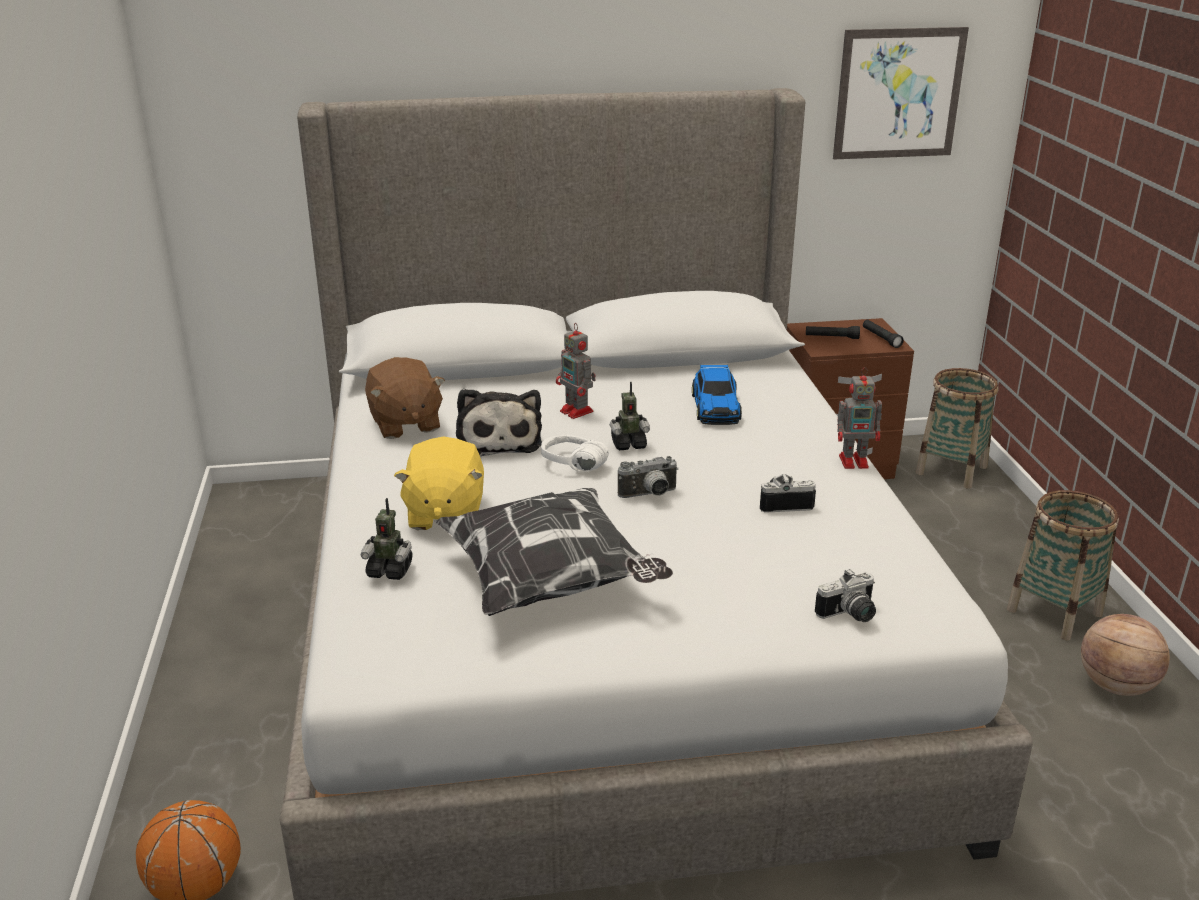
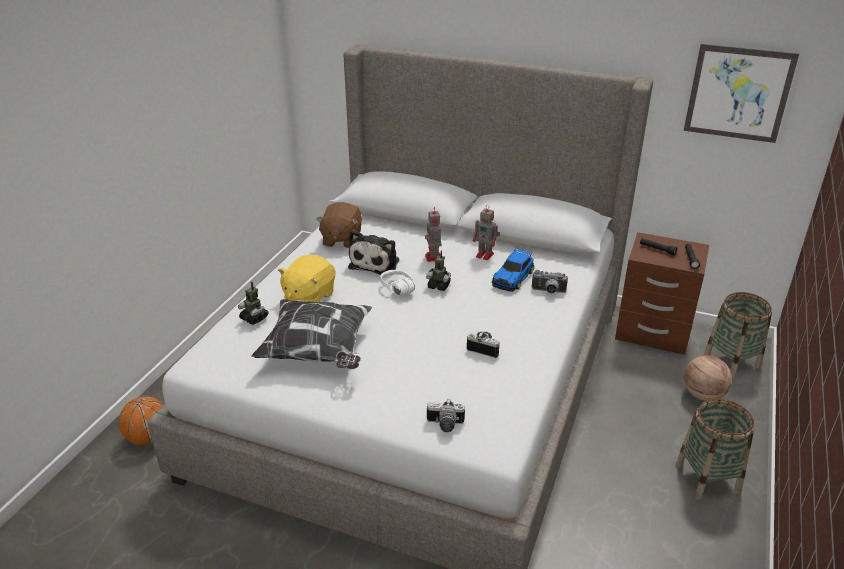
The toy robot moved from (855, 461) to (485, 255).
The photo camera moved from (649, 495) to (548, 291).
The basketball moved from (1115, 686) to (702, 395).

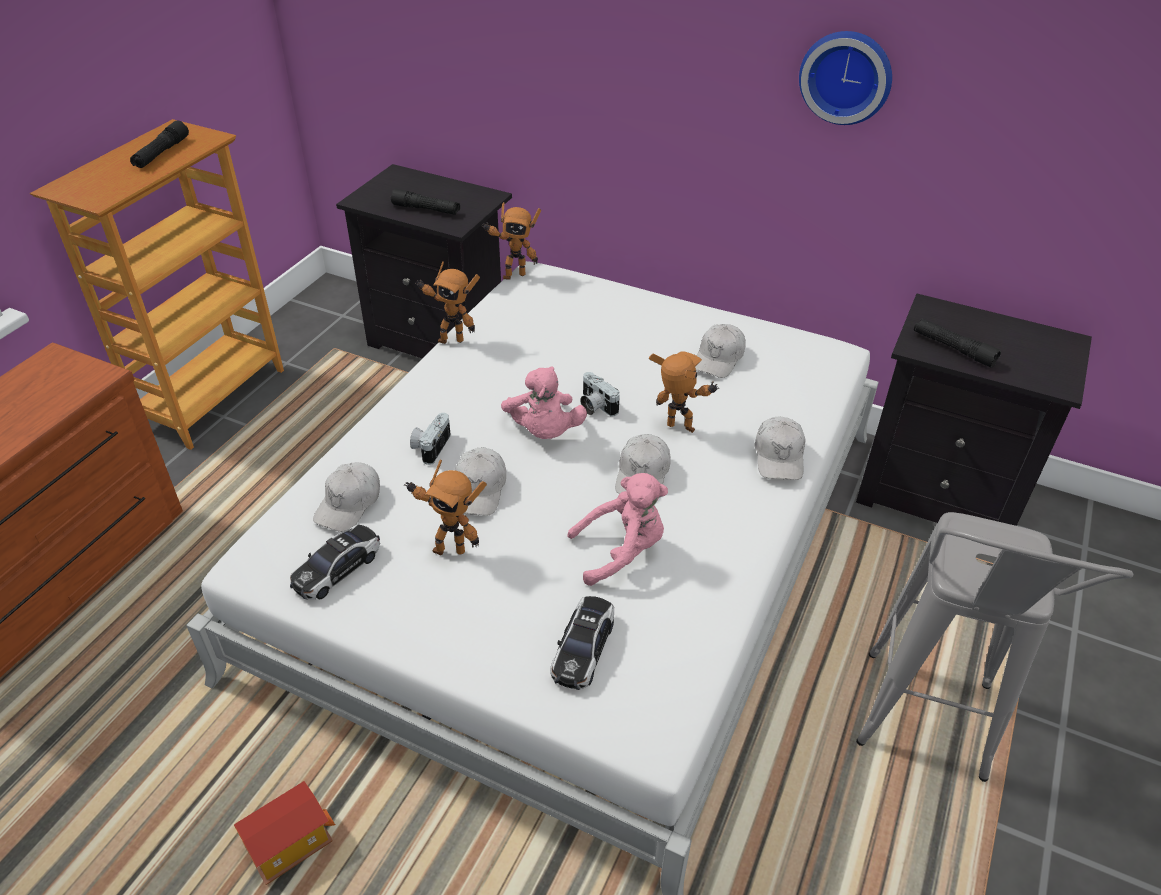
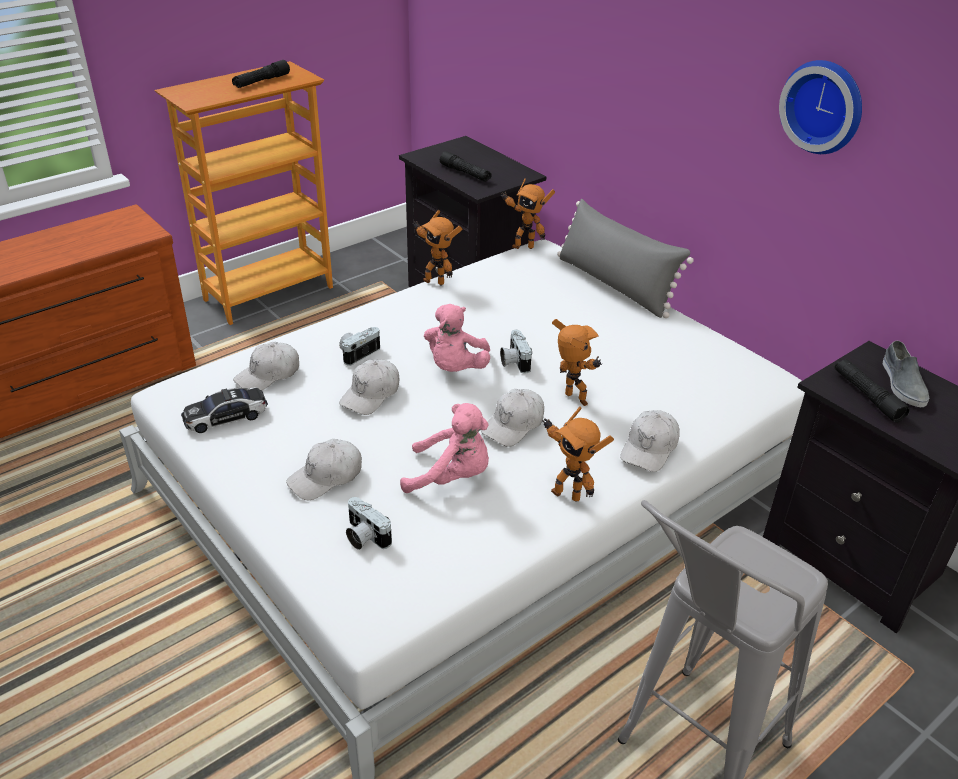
The cap in white moved from (718, 358) to (326, 477).
The toy car at (583, 649) was replaced by the photo camera at (364, 536).
The toy robot moved from (449, 548) to (567, 493).
The pillow in grey at (614, 285) appeared.
The shoe in grey at (902, 383) appeared.
The toy house at (289, 843) disappeared.

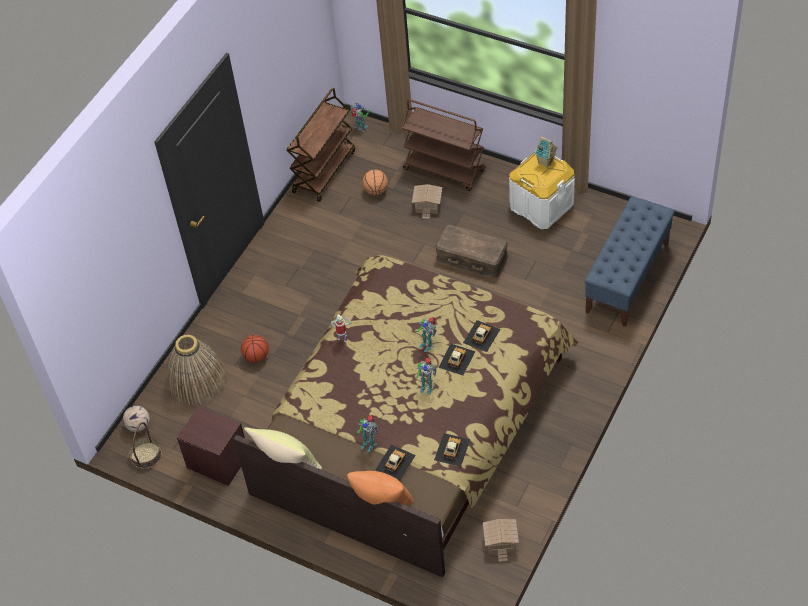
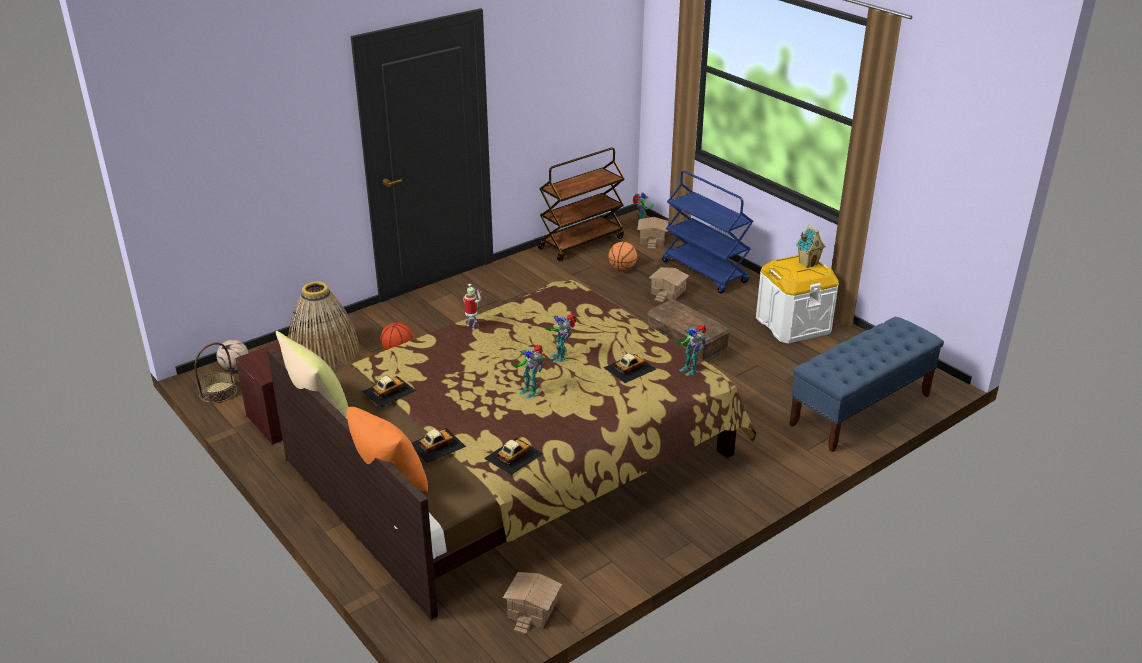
The toy car moved from (456, 359) to (388, 391).
The toy house at (653, 239) appeared.
The cart in brown at (445, 169) became the cart in blue at (705, 272).
The toy robot moved from (368, 443) to (690, 369).

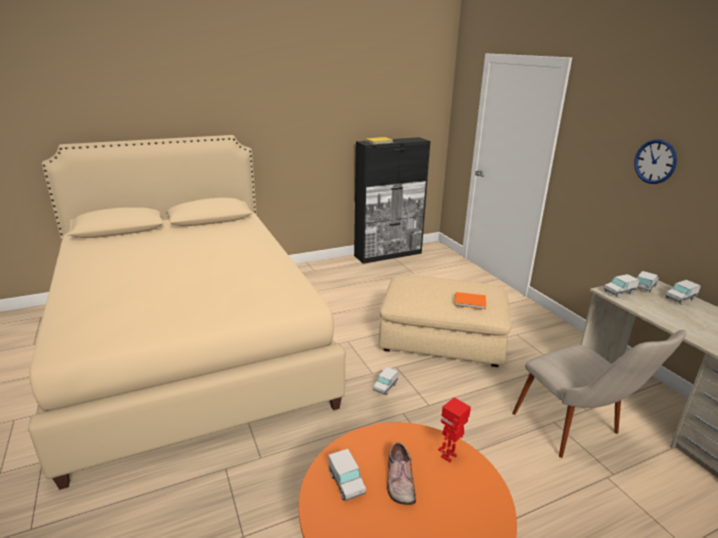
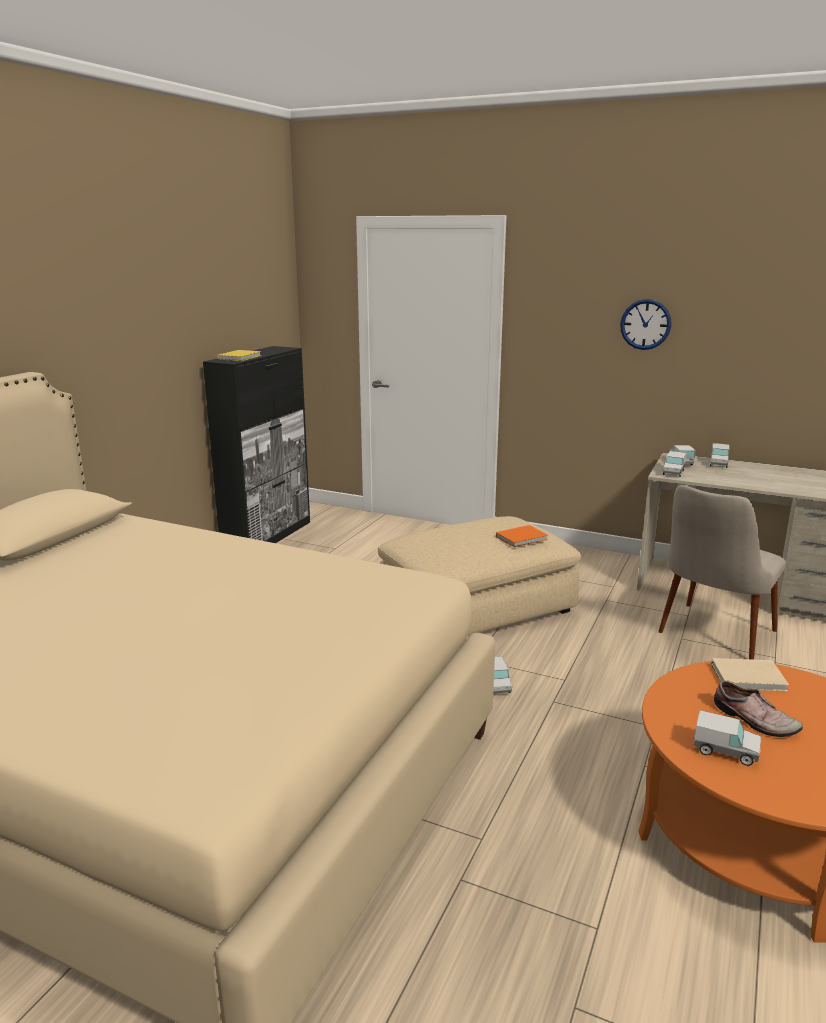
The chair in beige at (577, 434) turned 105 degrees clockwise.
The toy robot at (449, 456) was replaced by the book in beige at (750, 678).

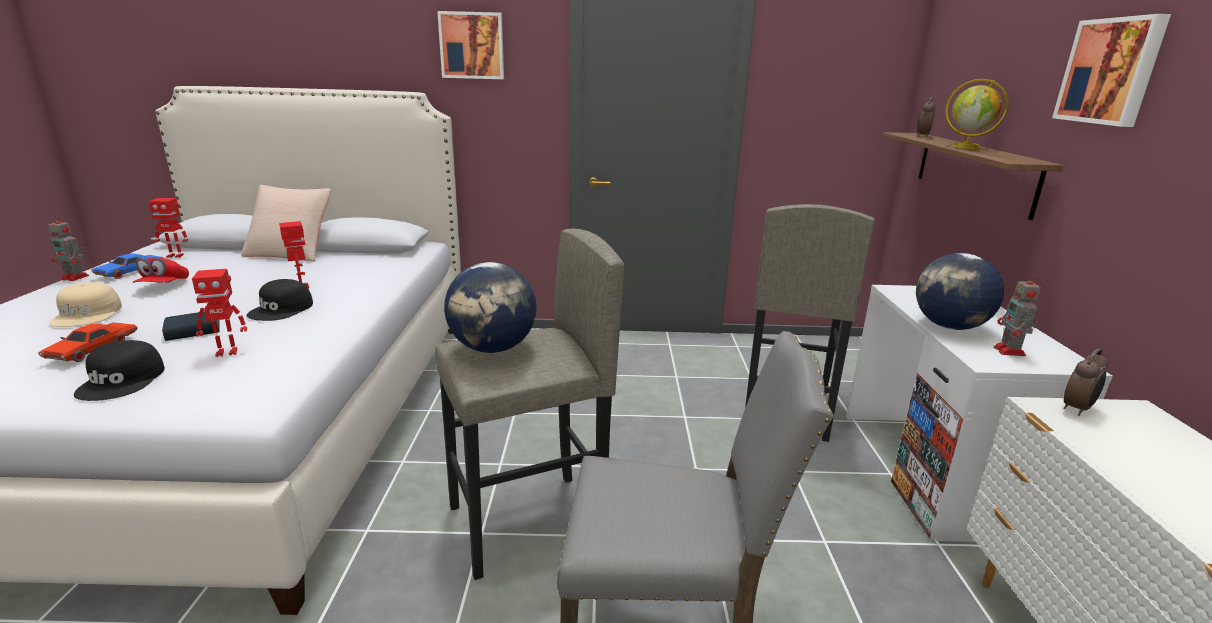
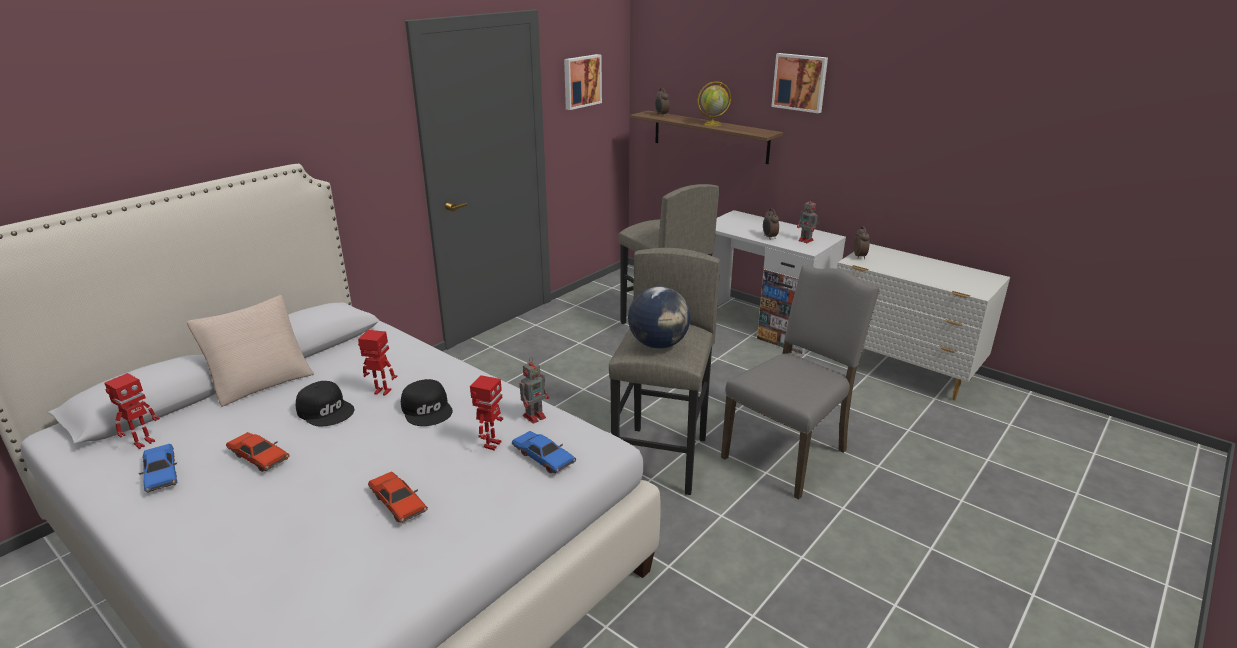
The cap in red at (163, 286) was replaced by the toy car in red at (259, 457).
The cap in black moved from (123, 380) to (326, 410).
The toy car in blue at (543, 458) appeared.
The toy robot moved from (76, 277) to (535, 416).
The picture moved from (472, 45) to (581, 81).
The globe at (949, 327) was replaced by the alarm clock at (769, 237).
The cap in beige at (88, 314) disappeared.
The book at (193, 330) disappeared.

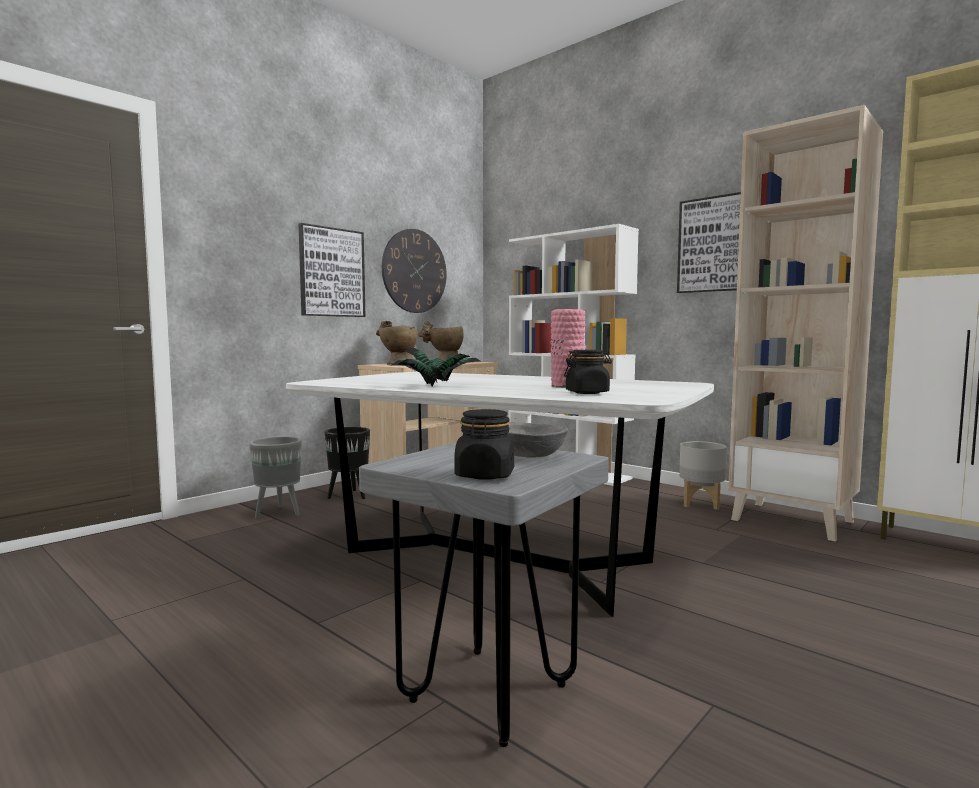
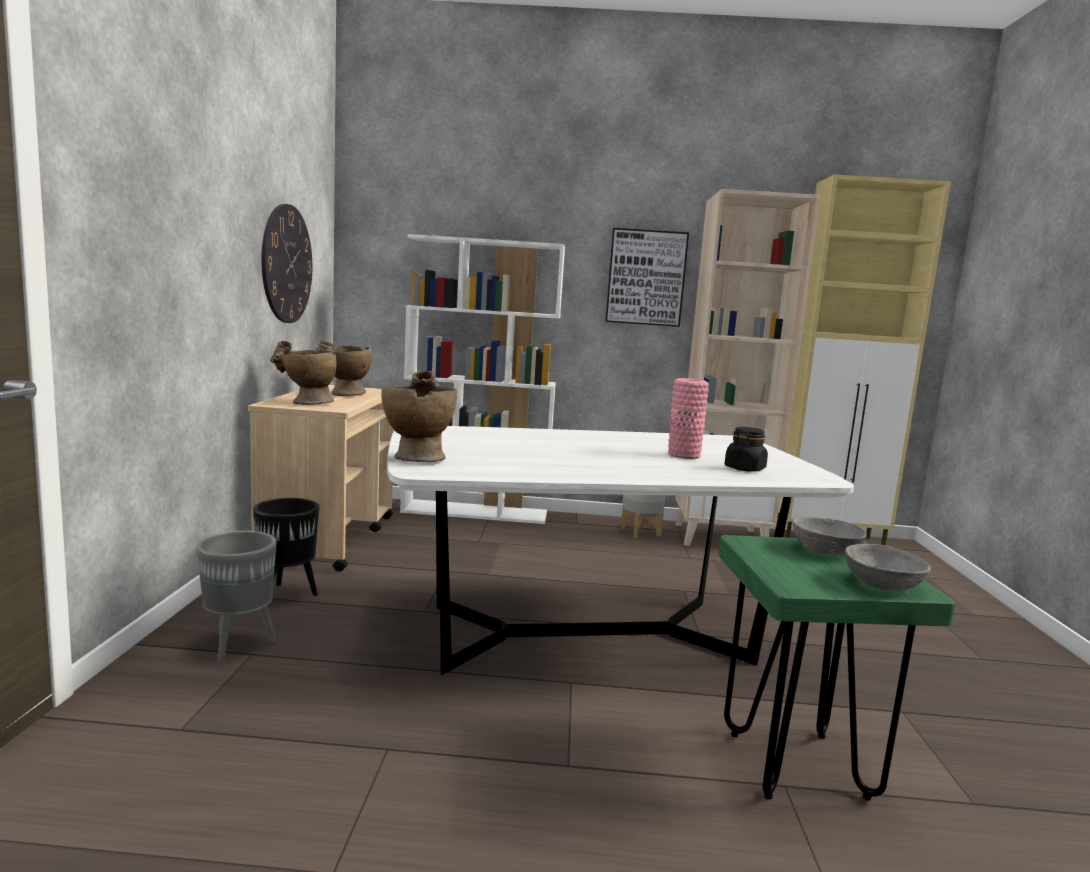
The vase in beige at (418, 457) appeared.
The stool in grey at (488, 693) became the stool in green at (796, 765).
The jar in black at (485, 475) was replaced by the bowl in grey at (881, 584).
The picture at (331, 272) disappeared.
The potted plant at (437, 386) disappeared.

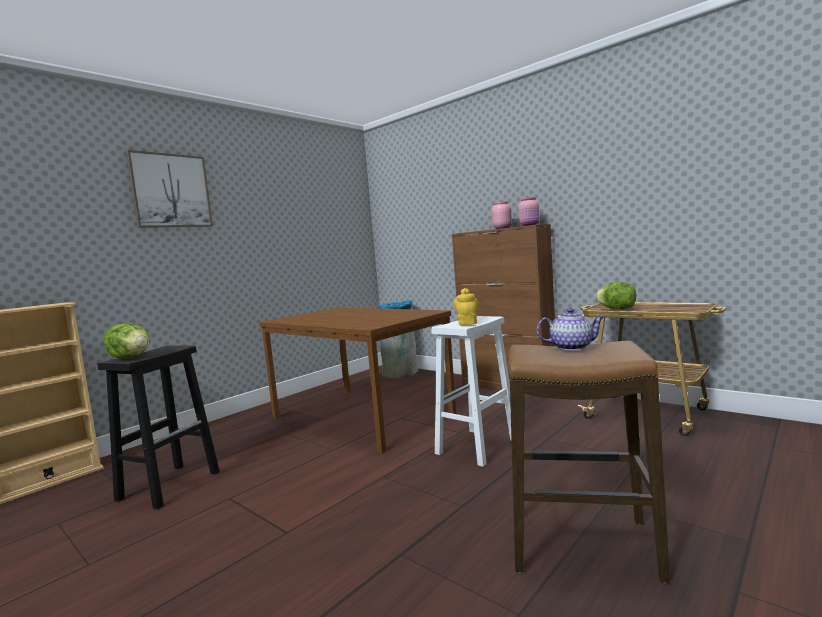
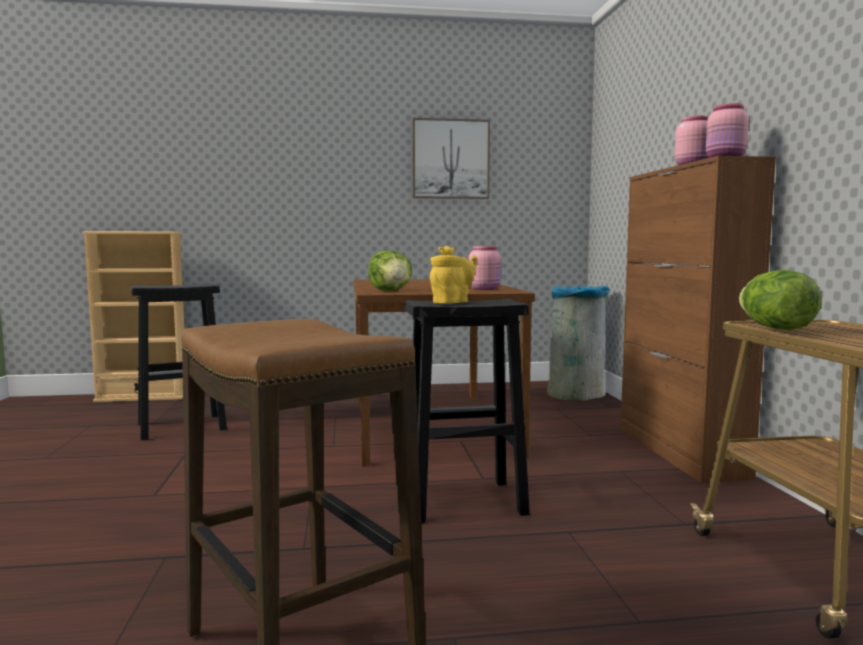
The lettuce moved from (131, 357) to (391, 291).
The stool in white at (476, 447) became the stool in black at (461, 501).
The picture moved from (170, 191) to (450, 159).
The jar in pink at (485, 289) appeared.
The teapot at (571, 347) disappeared.

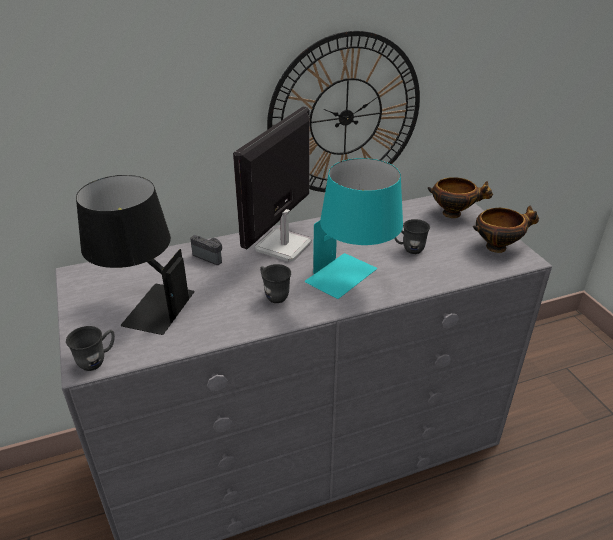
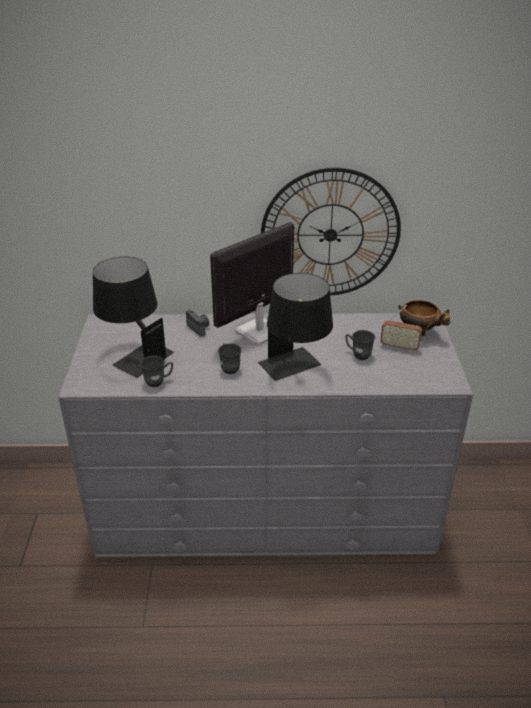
The mug in grey moved from (97, 360) to (158, 381).
The table lamp in turquoise at (353, 280) became the table lamp in black at (296, 369).
The radio at (399, 347) appeared.
The bowl at (498, 247) disappeared.

